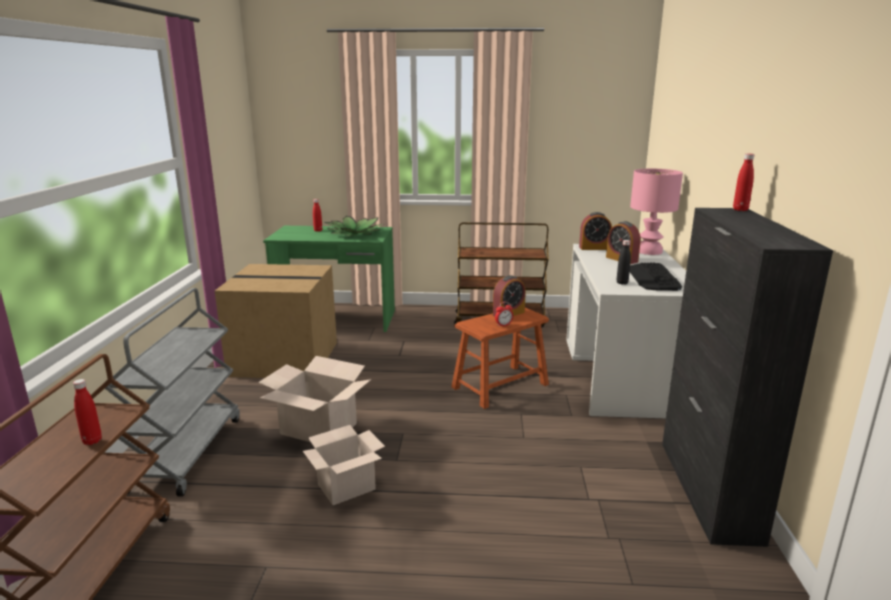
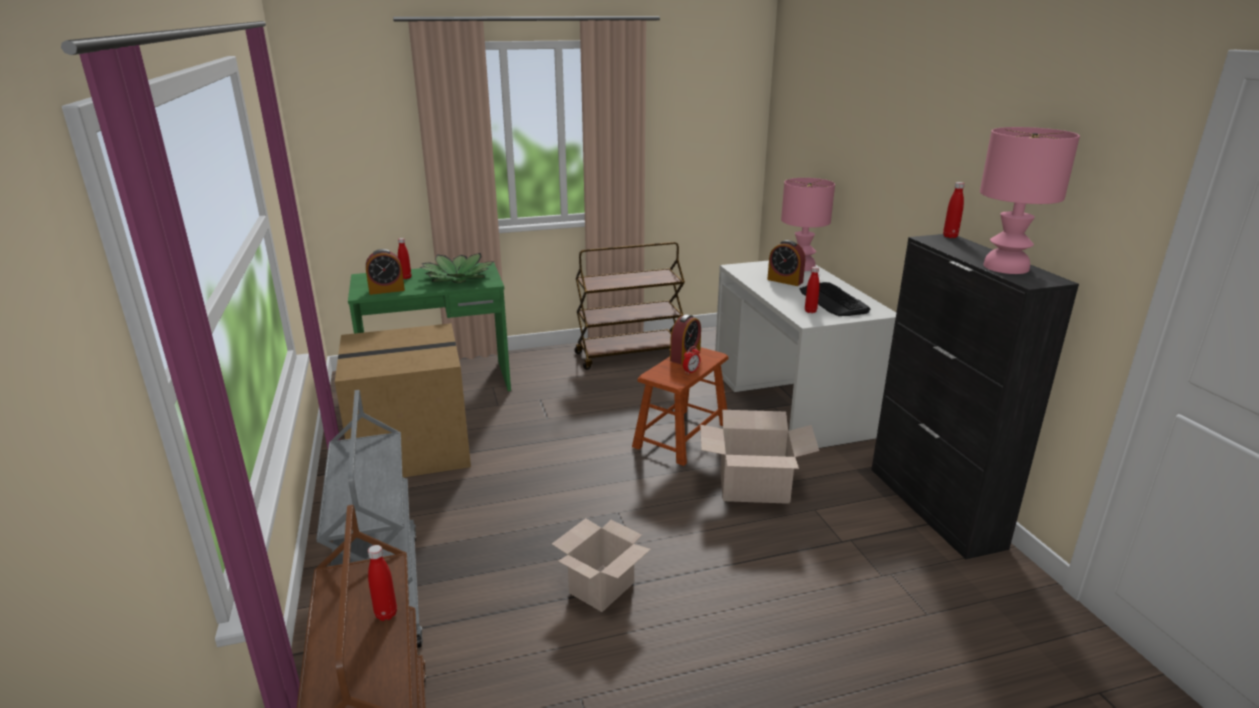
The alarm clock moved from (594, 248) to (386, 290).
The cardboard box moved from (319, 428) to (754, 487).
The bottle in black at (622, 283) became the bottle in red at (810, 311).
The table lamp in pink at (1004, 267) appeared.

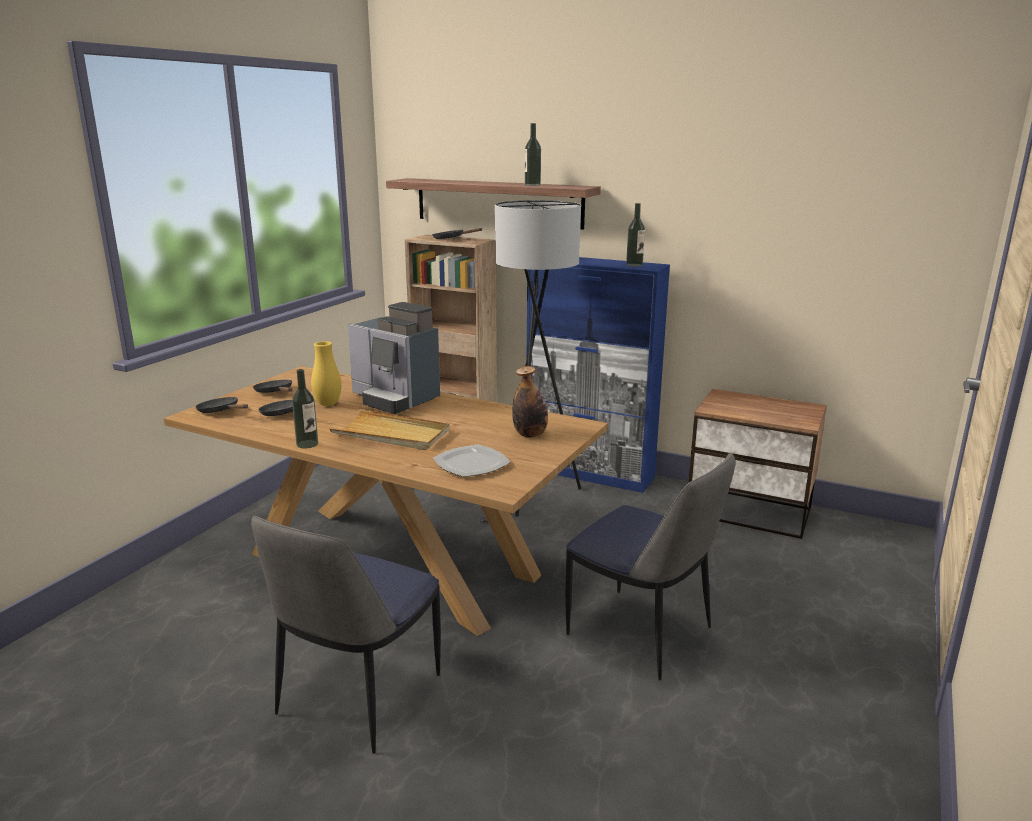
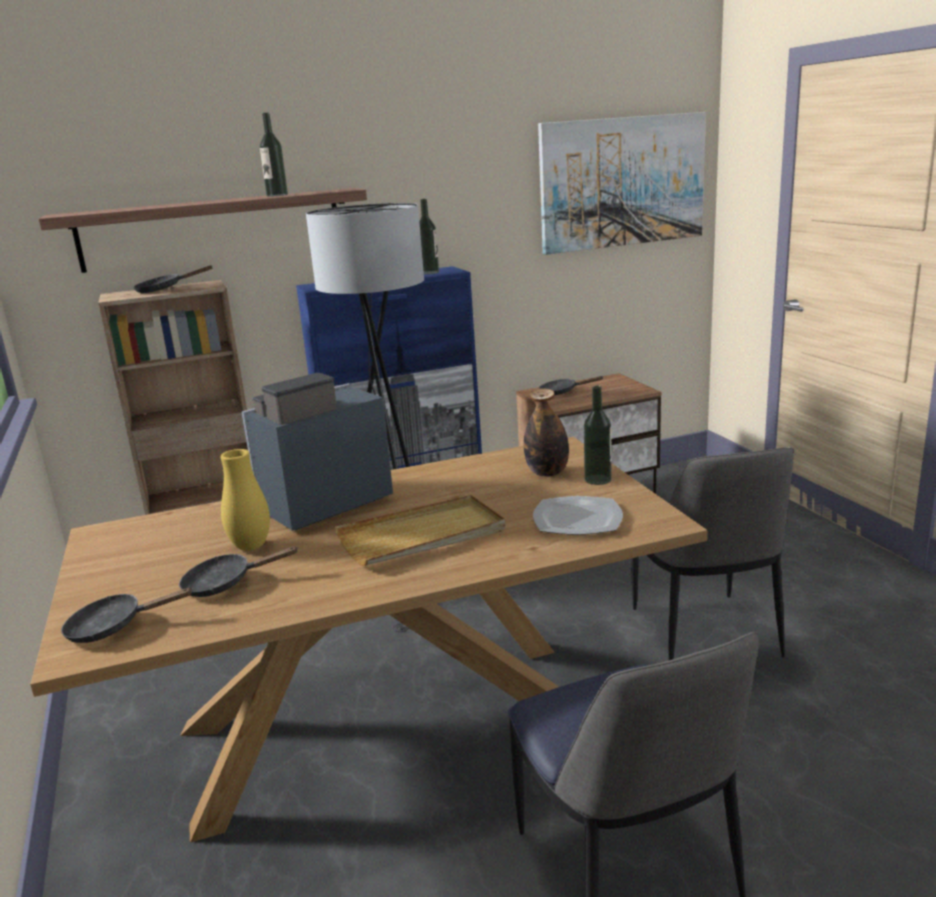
The coffee machine at (395, 399) turned 150 degrees clockwise.
The picture at (622, 182) appeared.
The frying pan in black moved from (275, 392) to (562, 392).
The bottle moved from (307, 444) to (598, 479).
The chair at (642, 634) turned 90 degrees clockwise.

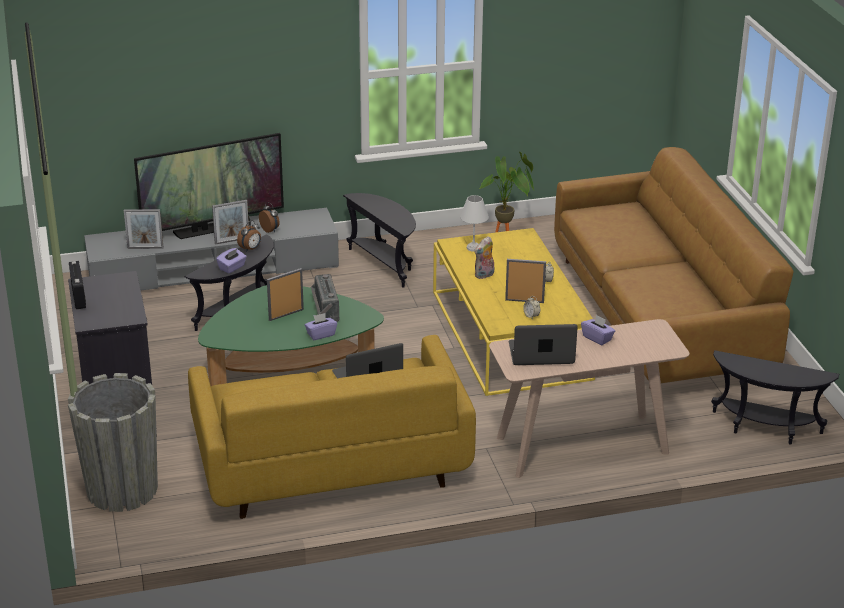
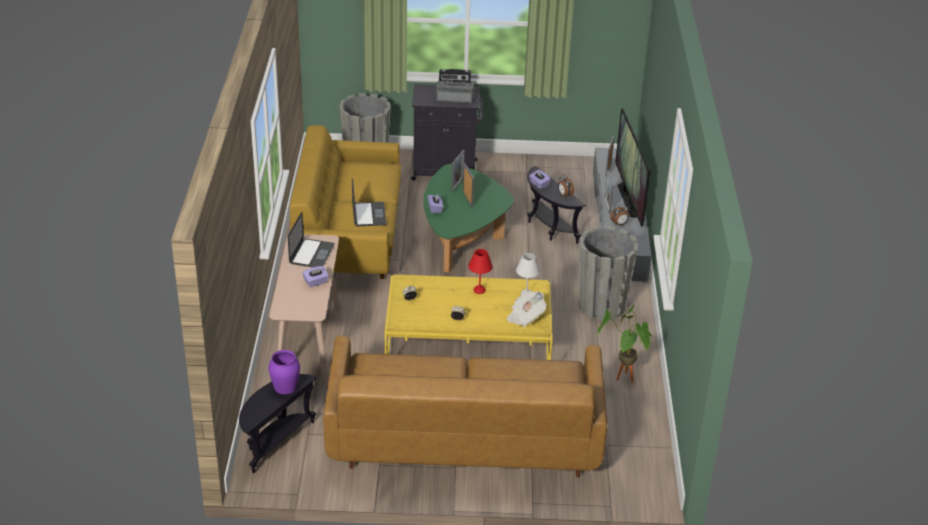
The vase in purple at (285, 387) appeared.
The radio moved from (324, 309) to (455, 98).
The picture frame moved from (524, 301) to (457, 184).
The plush toy at (484, 275) was replaced by the table lamp in red at (480, 290).
The newspaper at (525, 317) appeared.
The side table in black at (385, 264) was replaced by the planter in grey at (602, 305).

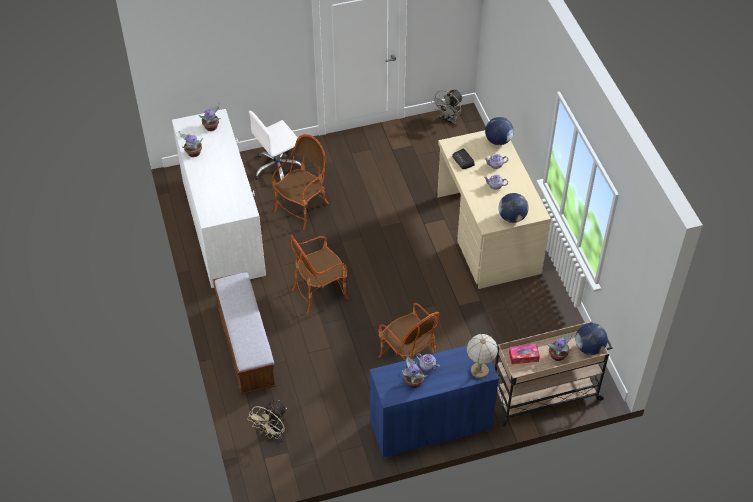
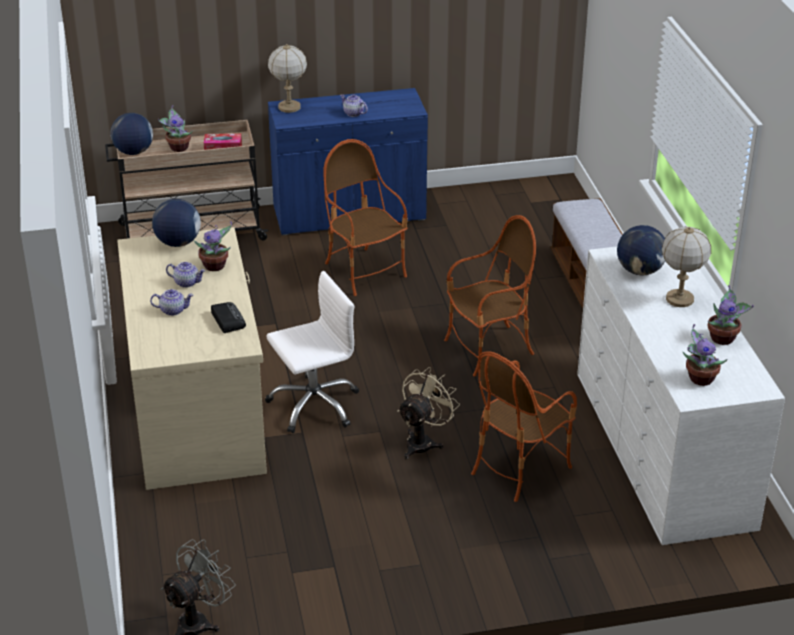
The potted plant moved from (412, 382) to (215, 266).
The office chair in white moved from (278, 168) to (314, 405).
The fan in beige moved from (272, 434) to (423, 442).
The globe moved from (498, 141) to (640, 271).
The table lamp at (679, 299) appeared.

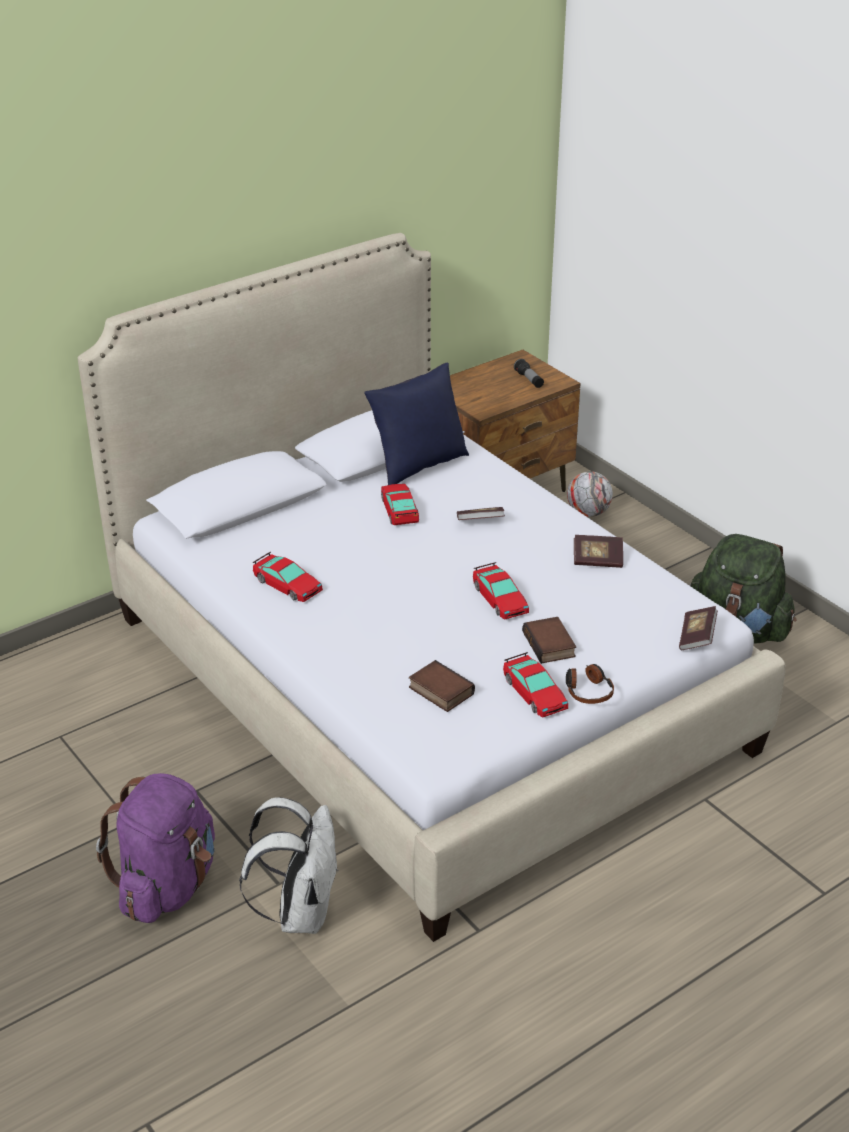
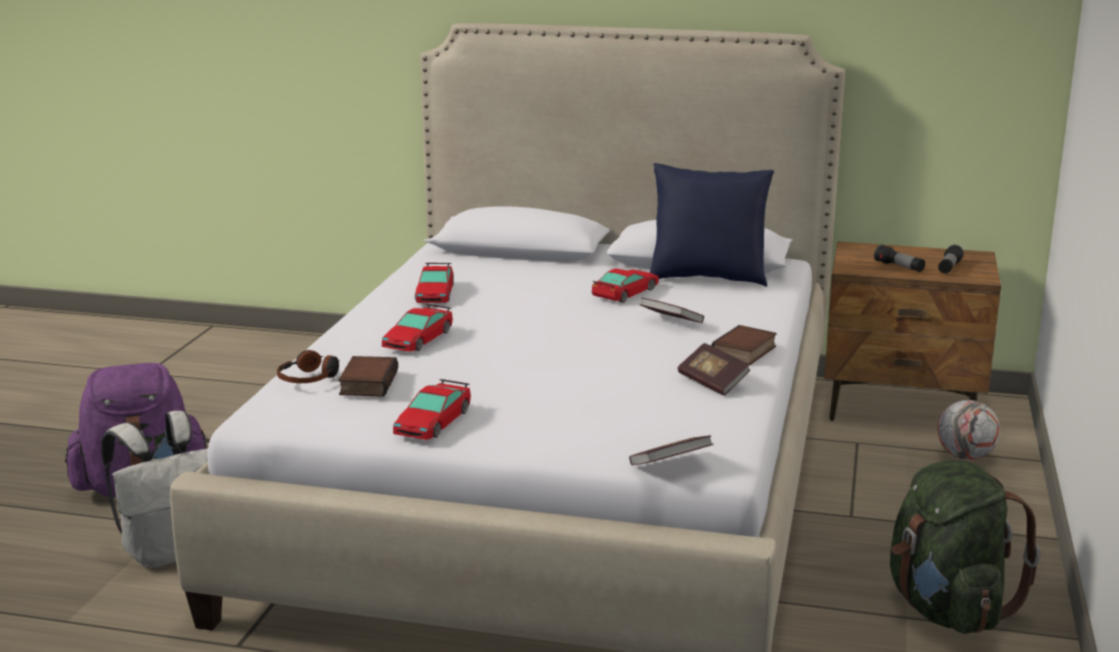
The headphones moved from (588, 691) to (310, 378).
The toy car moved from (499, 599) to (418, 339).
The book moved from (550, 645) to (745, 352).
The flashlight at (899, 267) appeared.

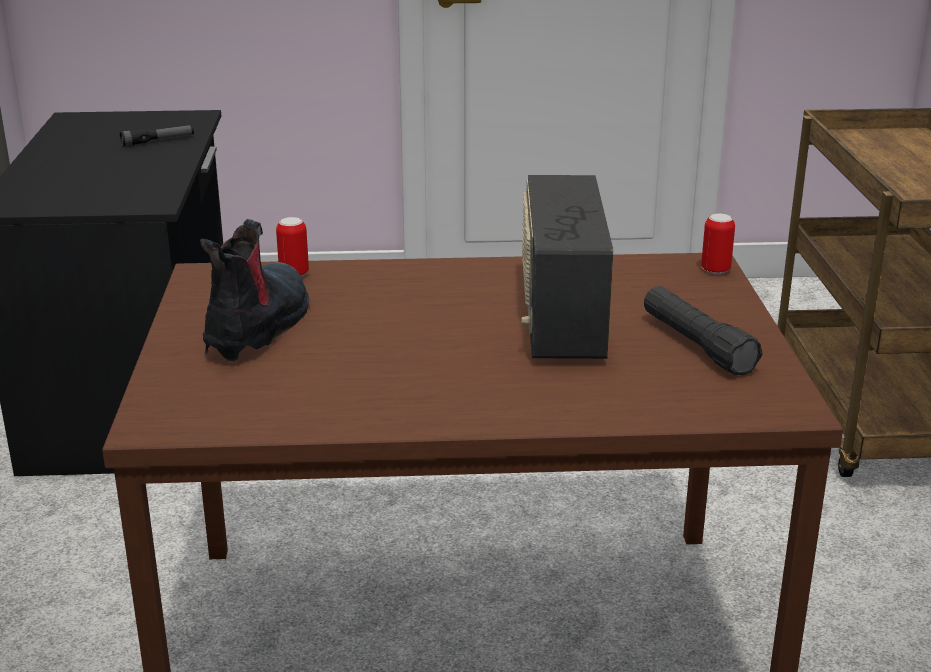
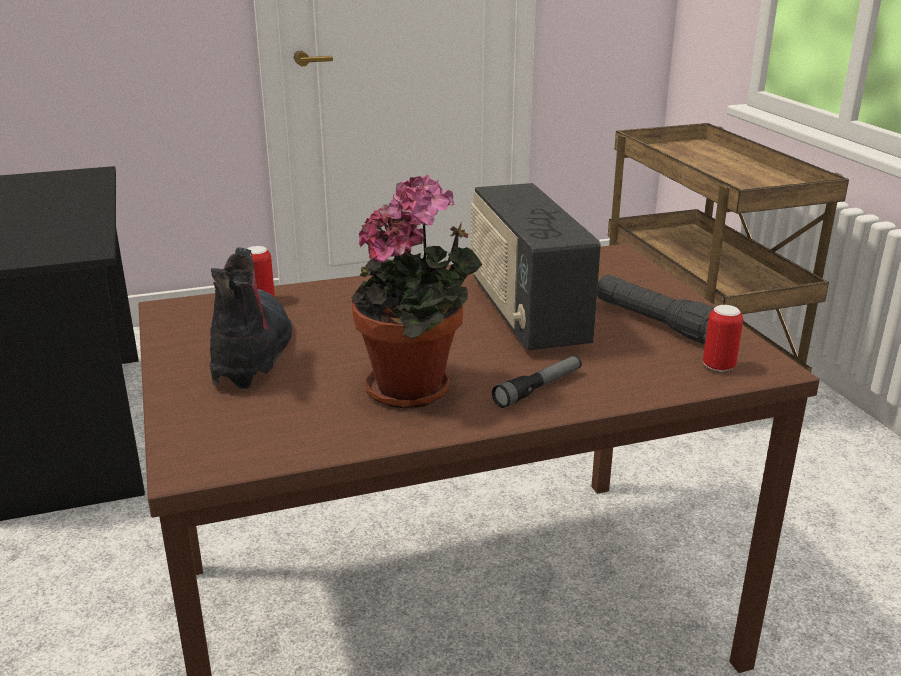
The potted plant at (416, 389) appeared.
The flashlight moved from (158, 141) to (539, 388).
The can moved from (715, 270) to (718, 366).

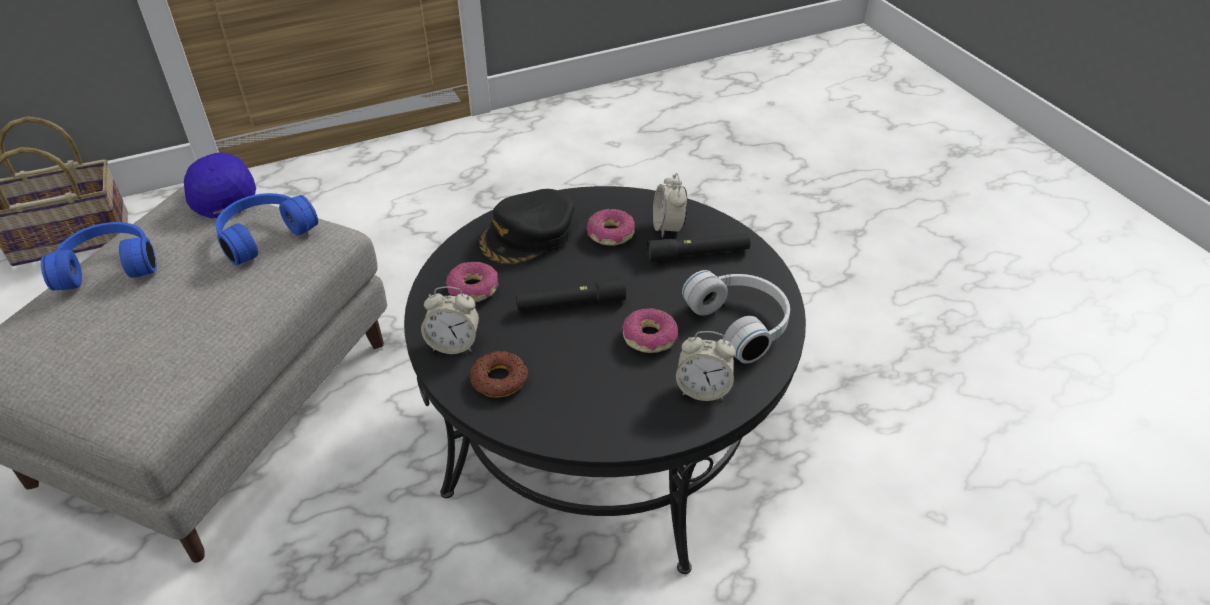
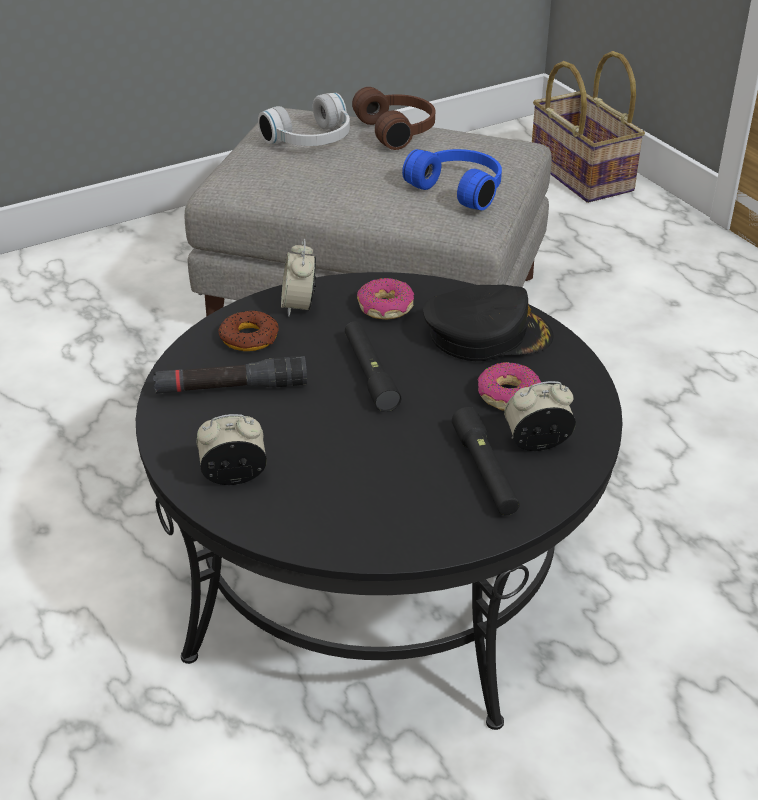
The flashlight in black at (231, 388) appeared.
The alarm clock at (703, 389) turned 75 degrees clockwise.
The headphones in white moved from (742, 323) to (312, 141).
The headphones in blue at (109, 265) became the headphones in brown at (399, 130).
The cap in black at (527, 236) turned 135 degrees clockwise.
The cap in blue at (222, 193) disappeared.
The donut at (649, 337) disappeared.

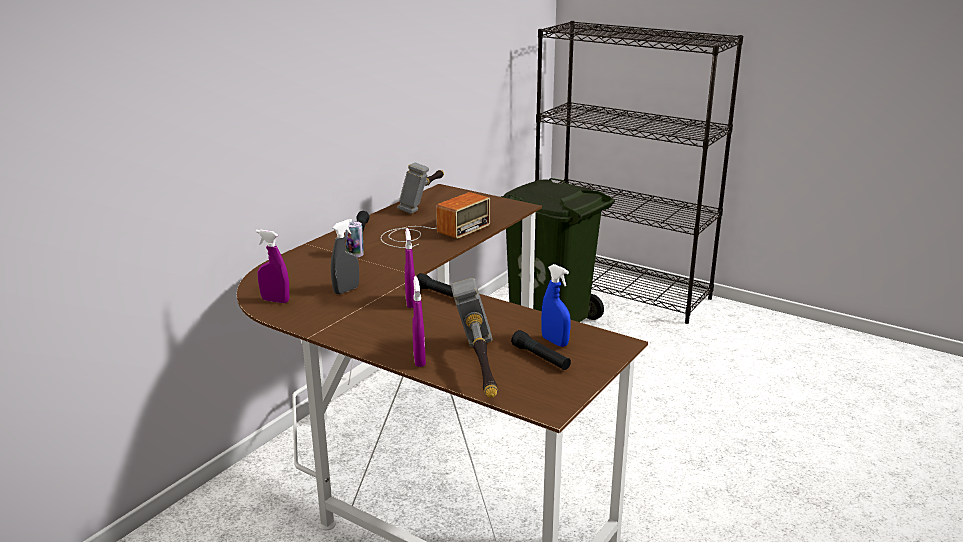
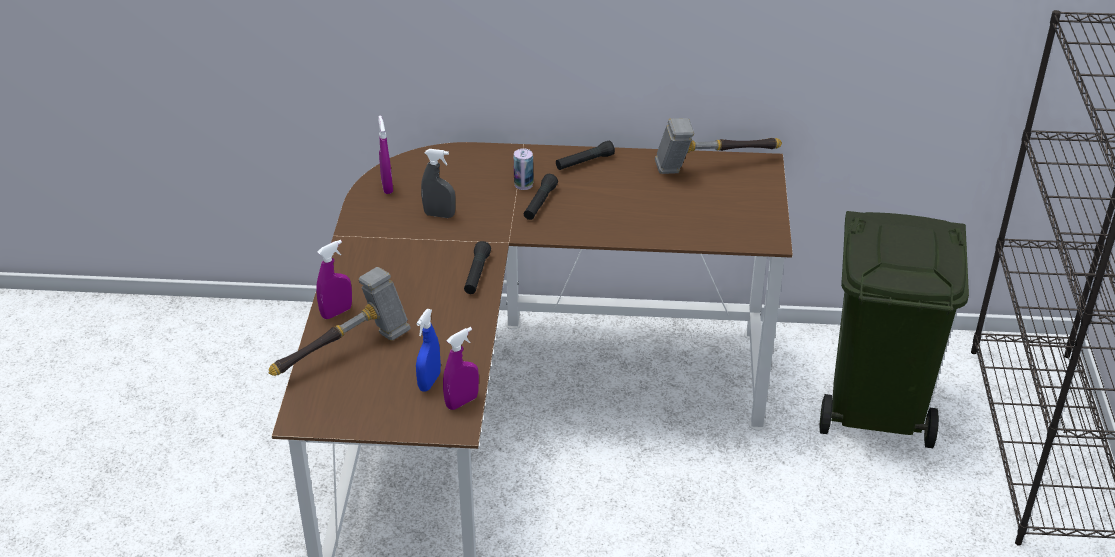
The spray bottle in purple moved from (410, 302) to (462, 402).
The flashlight in black moved from (541, 358) to (540, 203).
The radio at (431, 233) disappeared.

